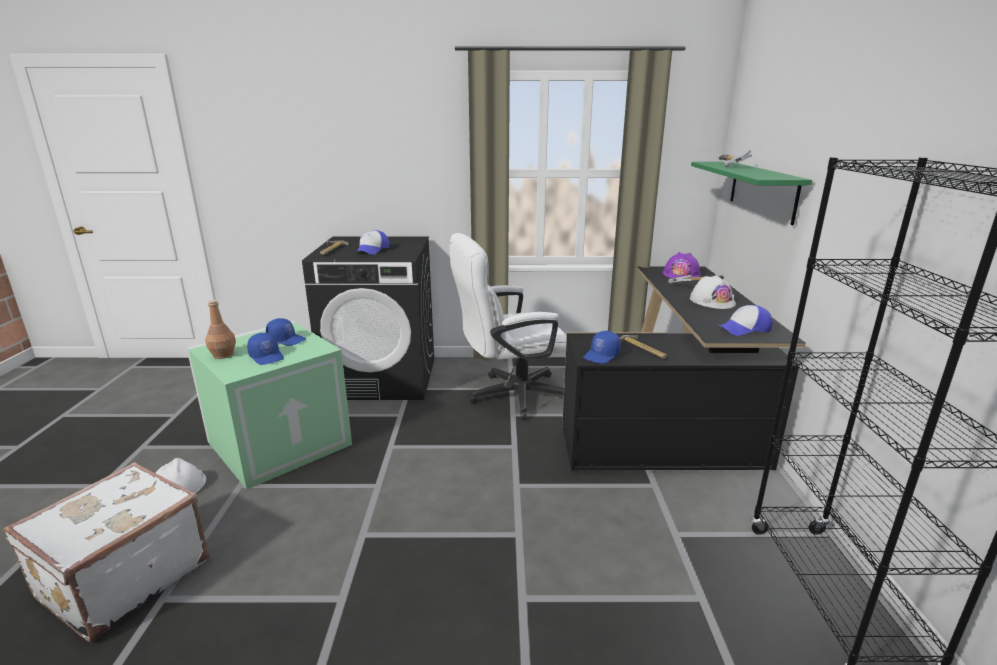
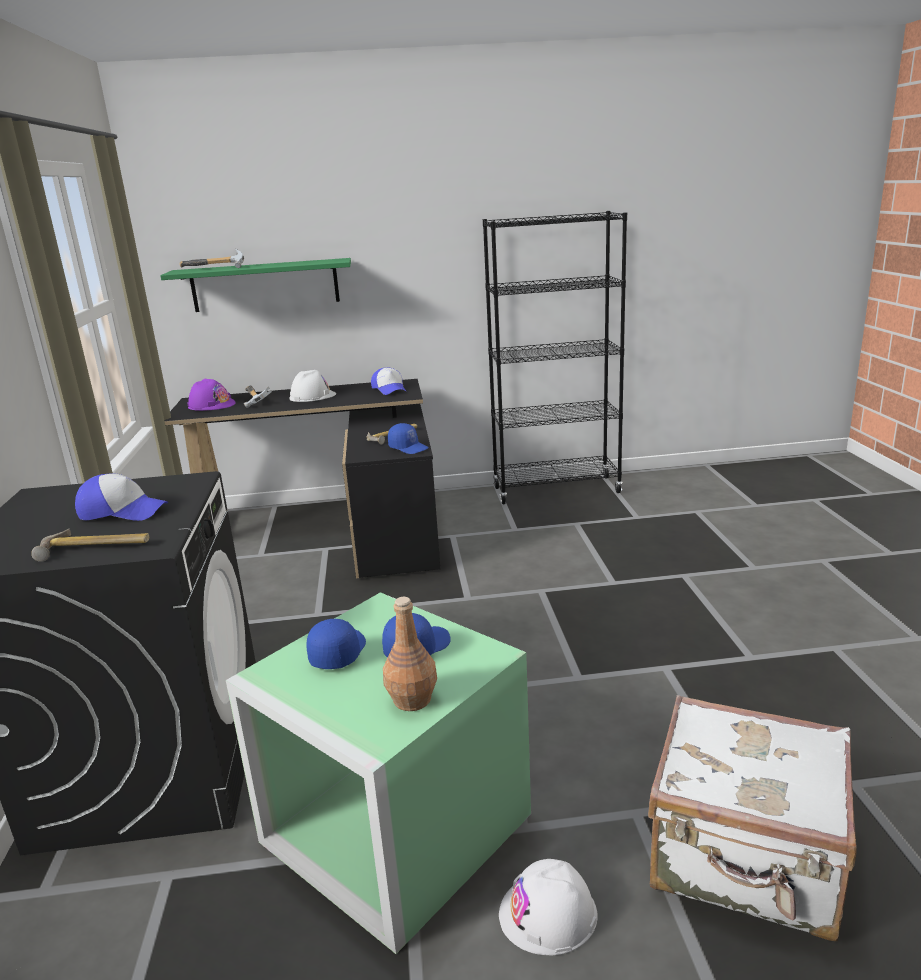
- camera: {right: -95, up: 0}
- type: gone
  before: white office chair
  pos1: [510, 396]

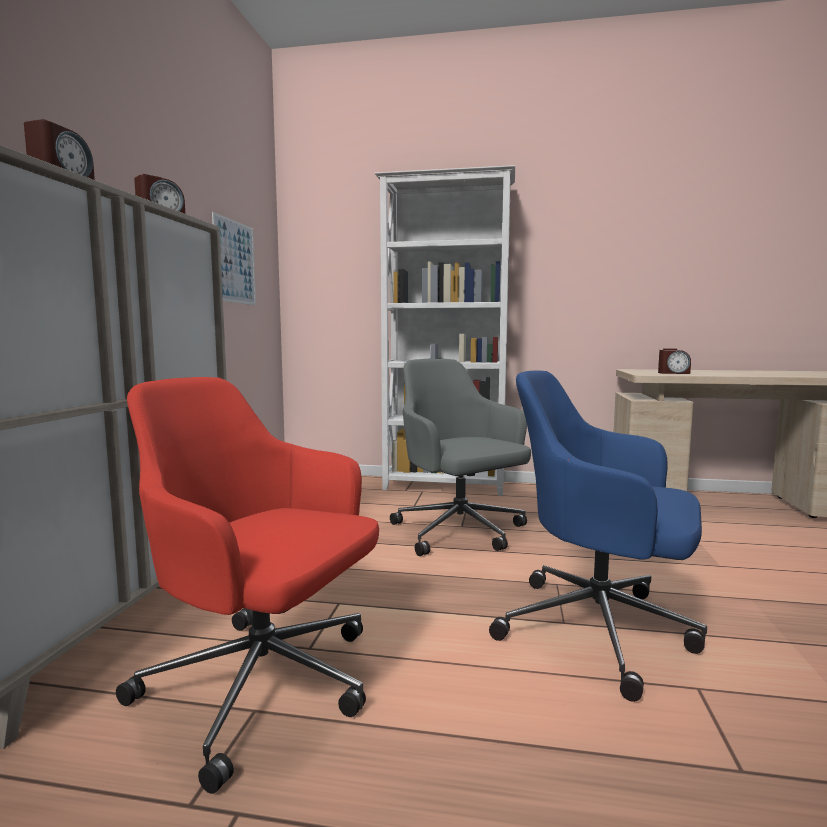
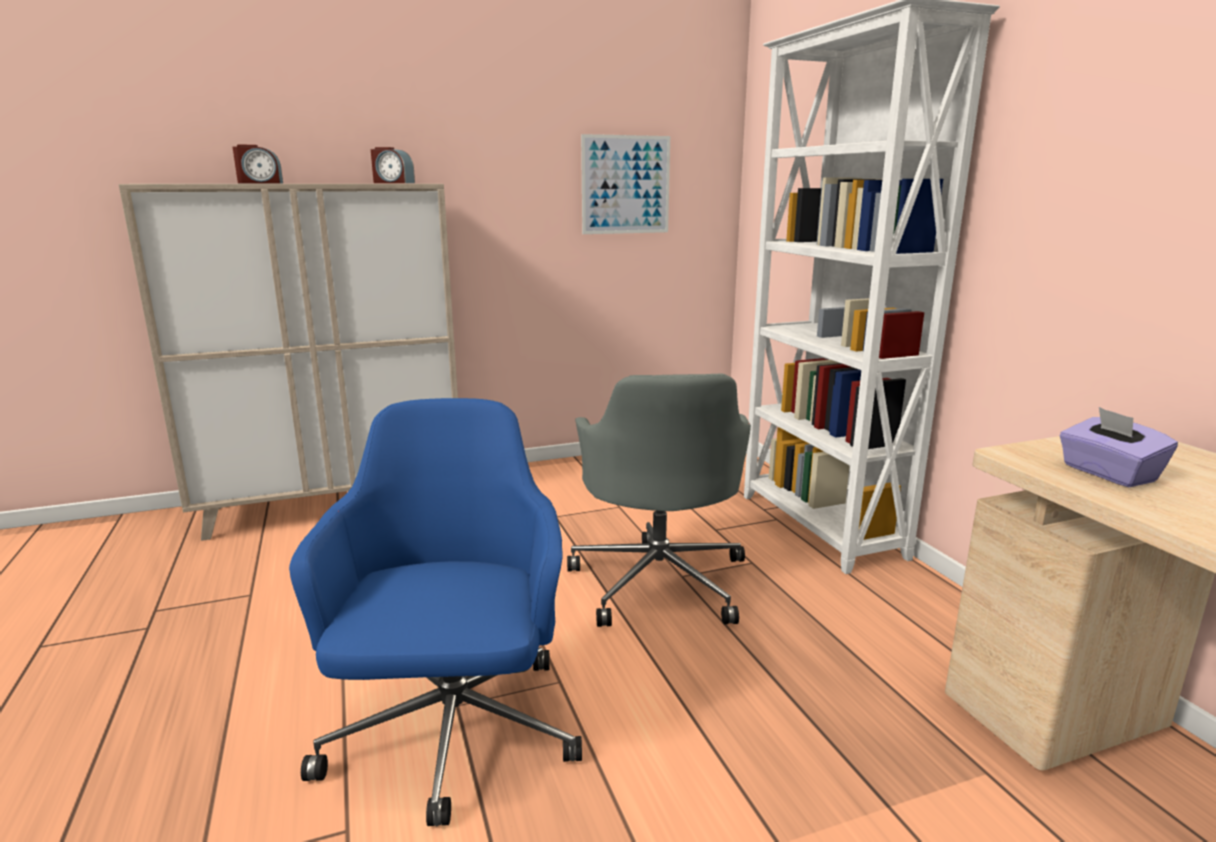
- camera: {right: 60, up: 10}
- type: swapped
  before: alarm clock
  after: purple tissue box
  pos1: [673, 373]
  pos2: [1107, 474]
- type: rotated
  before: grey office chair
  pos1: [460, 532]
  pos2: [659, 580]
  turn: 150
- type: gone
  before: red office chair
  pos1: [265, 686]

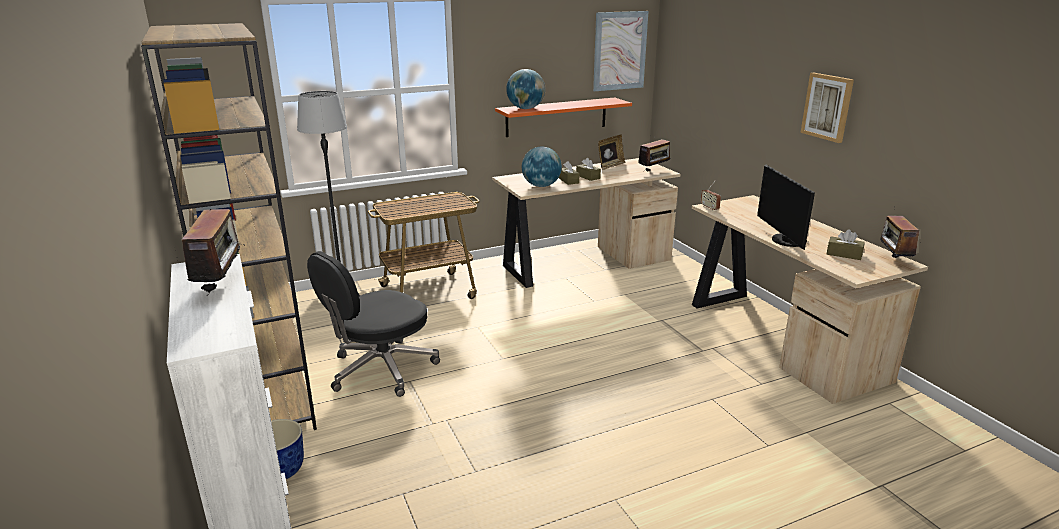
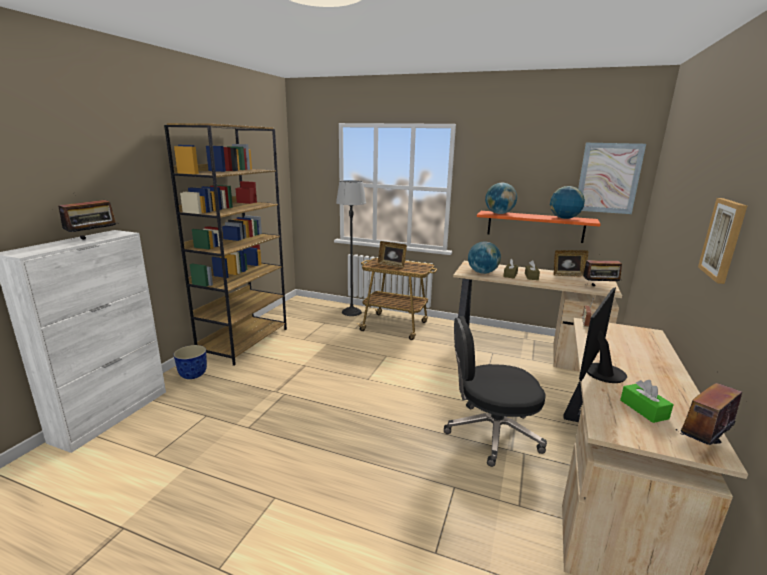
- camera: {right: 45, up: -5}
- type: repainted
  before: brown tissue box
  after: green tissue box
  pos1: [844, 254]
  pos2: [643, 409]
- type: shifted
  before: black office chair
  pos1: [380, 369]
  pos2: [491, 433]
- type: new
  after: globe
  pos2: [564, 218]
- type: new
  after: picture frame
  pos2: [392, 265]

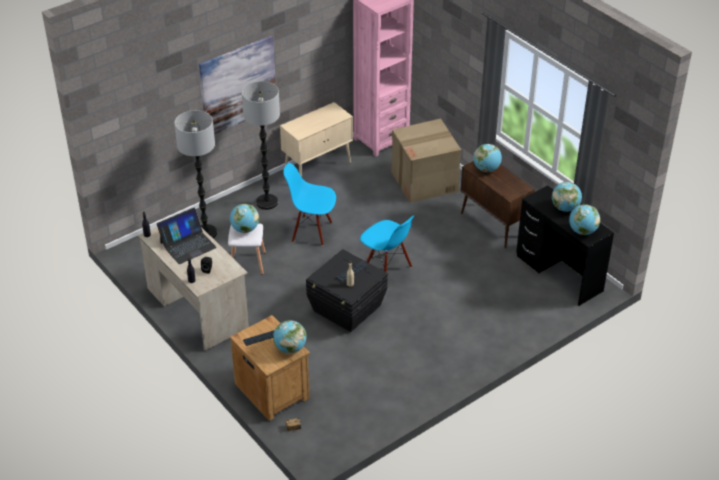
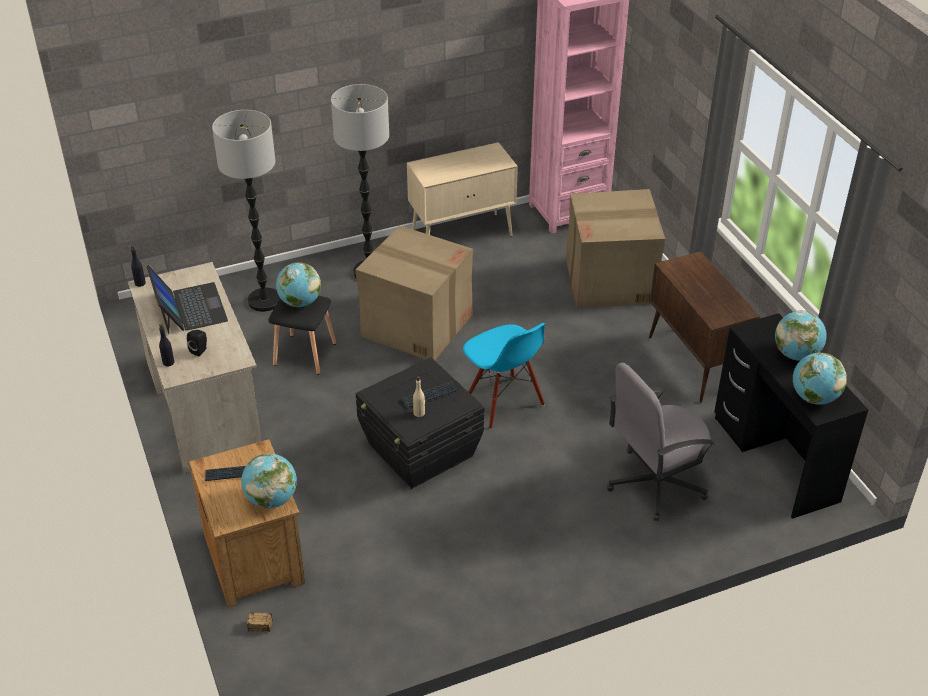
- camera: {right: 15, up: 0}
- type: gone
  before: picture
  pos1: [238, 85]
- type: gone
  before: globe
  pos1: [486, 169]
- type: swapped
  before: blue chair
  after: cardboard box
  pos1: [312, 231]
  pos2: [416, 324]
- type: rotated
  before: laptop
  pos1: [188, 245]
  pos2: [189, 308]
  turn: -90
- type: repainted
  before: white stool
  after: black stool
  pos1: [248, 263]
  pos2: [305, 355]
- type: new
  after: grey office chair
  pos2: [654, 483]

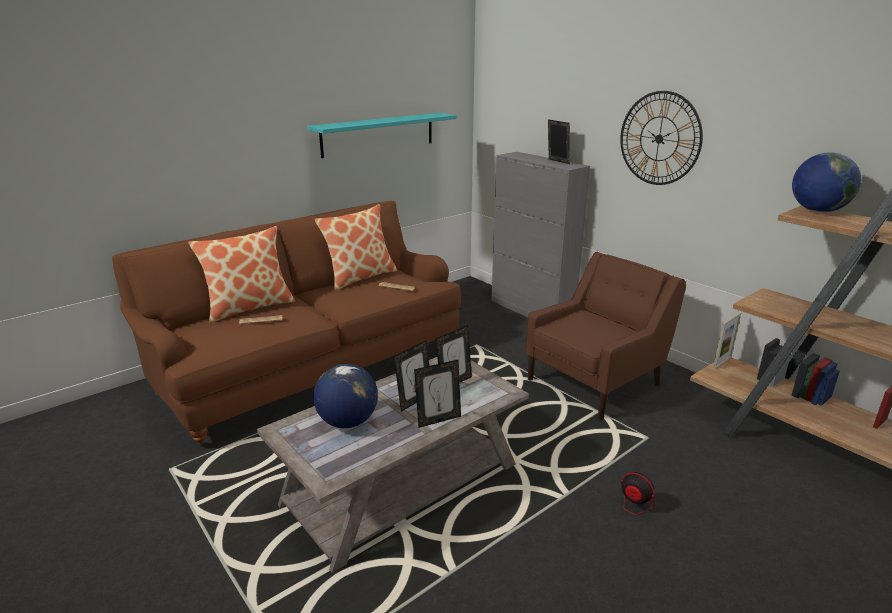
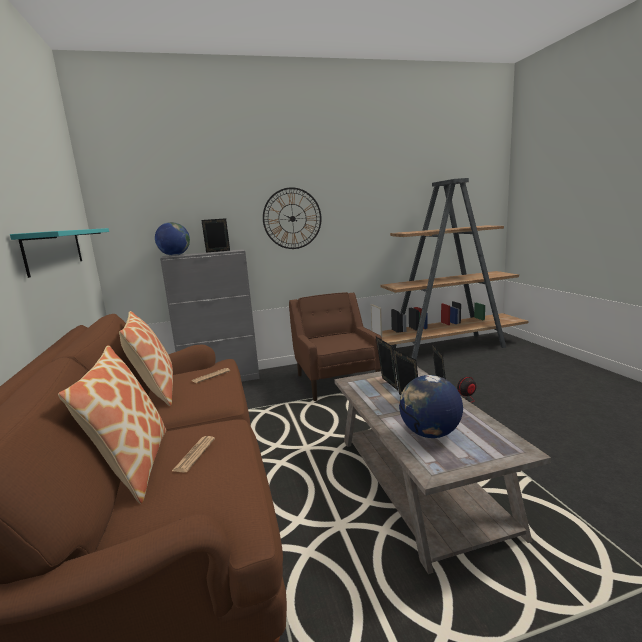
- camera: {right: -65, up: -10}
- type: shifted
  before: globe
  pos1: [818, 211]
  pos2: [175, 255]

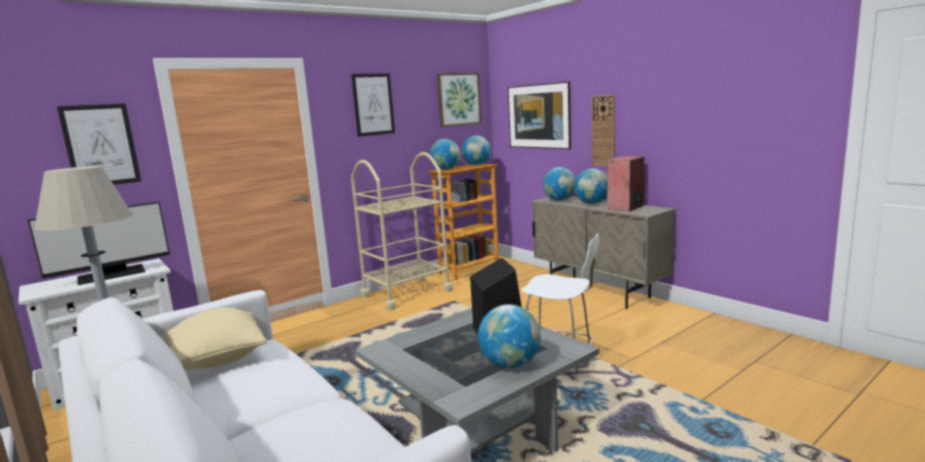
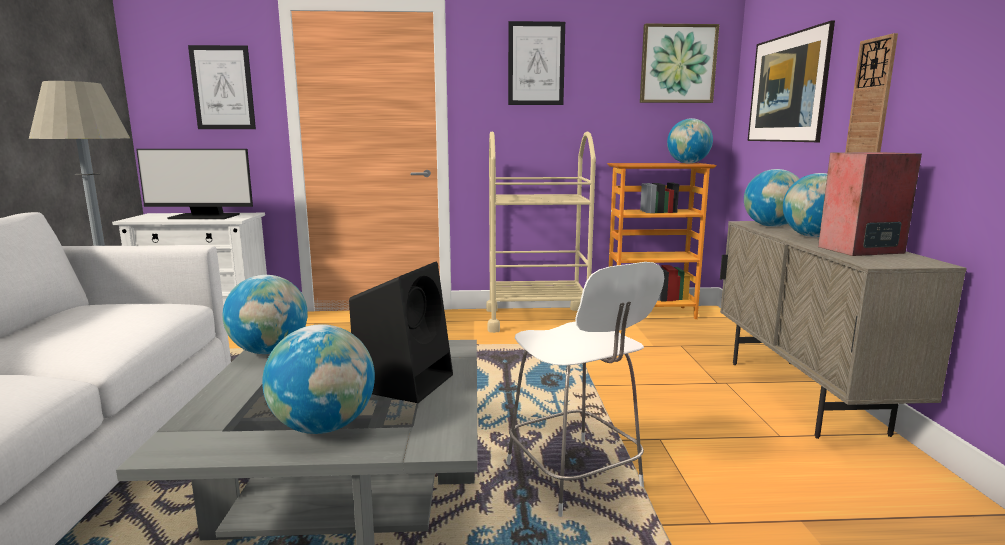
- camera: {right: 35, up: 0}
- type: shifted
  before: globe
  pos1: [446, 169]
  pos2: [270, 351]
- type: gone
  before: beige pillow
  pos1: [218, 360]

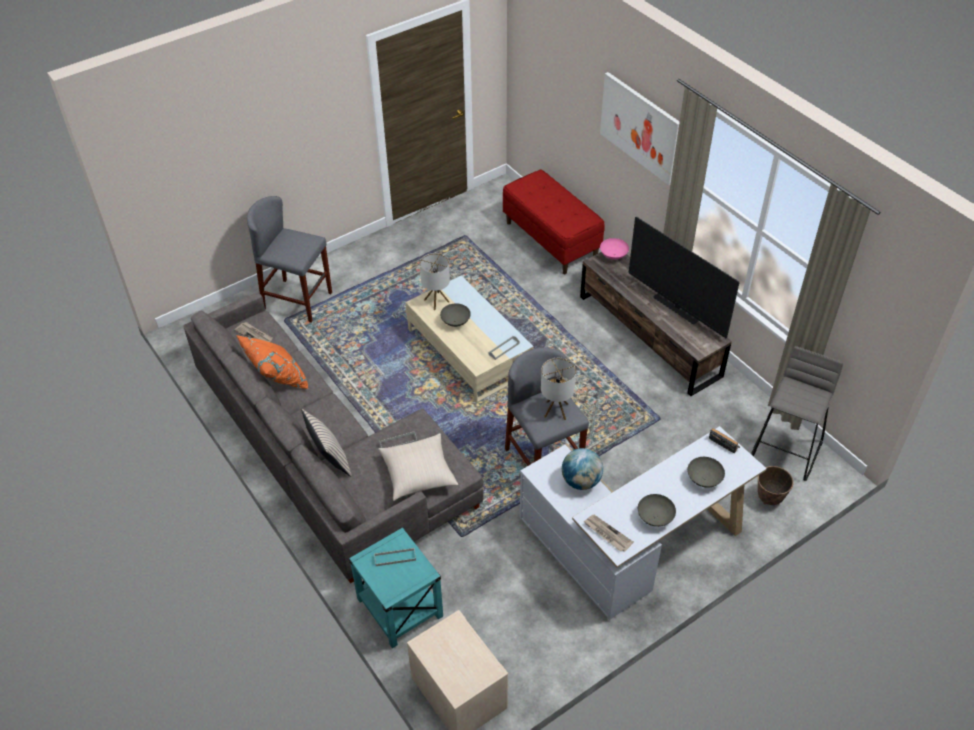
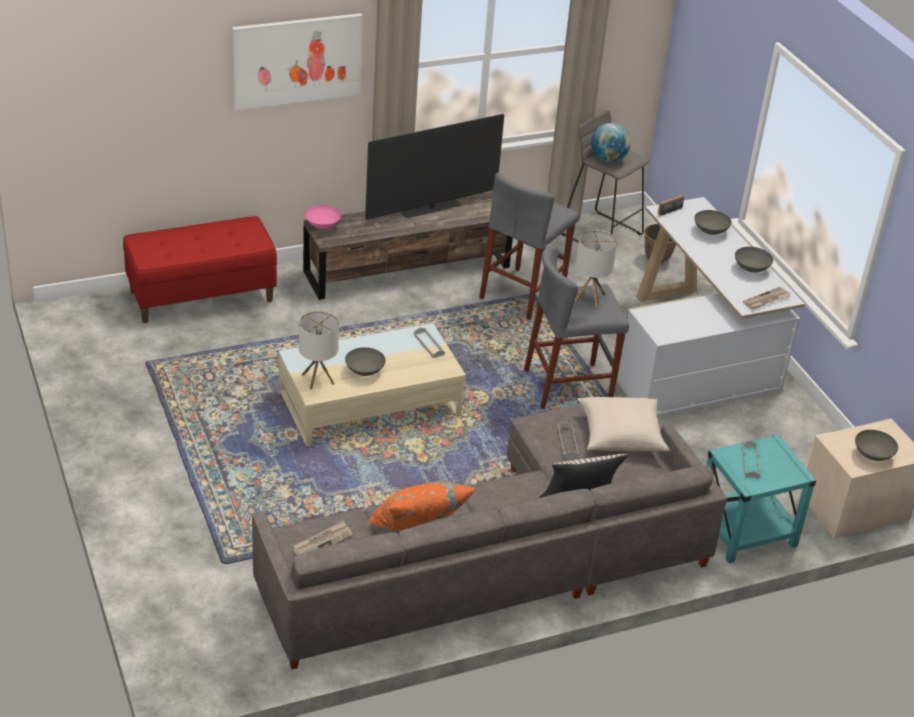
- camera: {right: -80, up: -10}
- type: shifted
  before: grey stool
  pos1: [297, 301]
  pos2: [522, 293]
- type: shifted
  before: globe
  pos1: [581, 481]
  pos2: [608, 160]
- type: new
  after: grey bowl
  pos2: [873, 455]

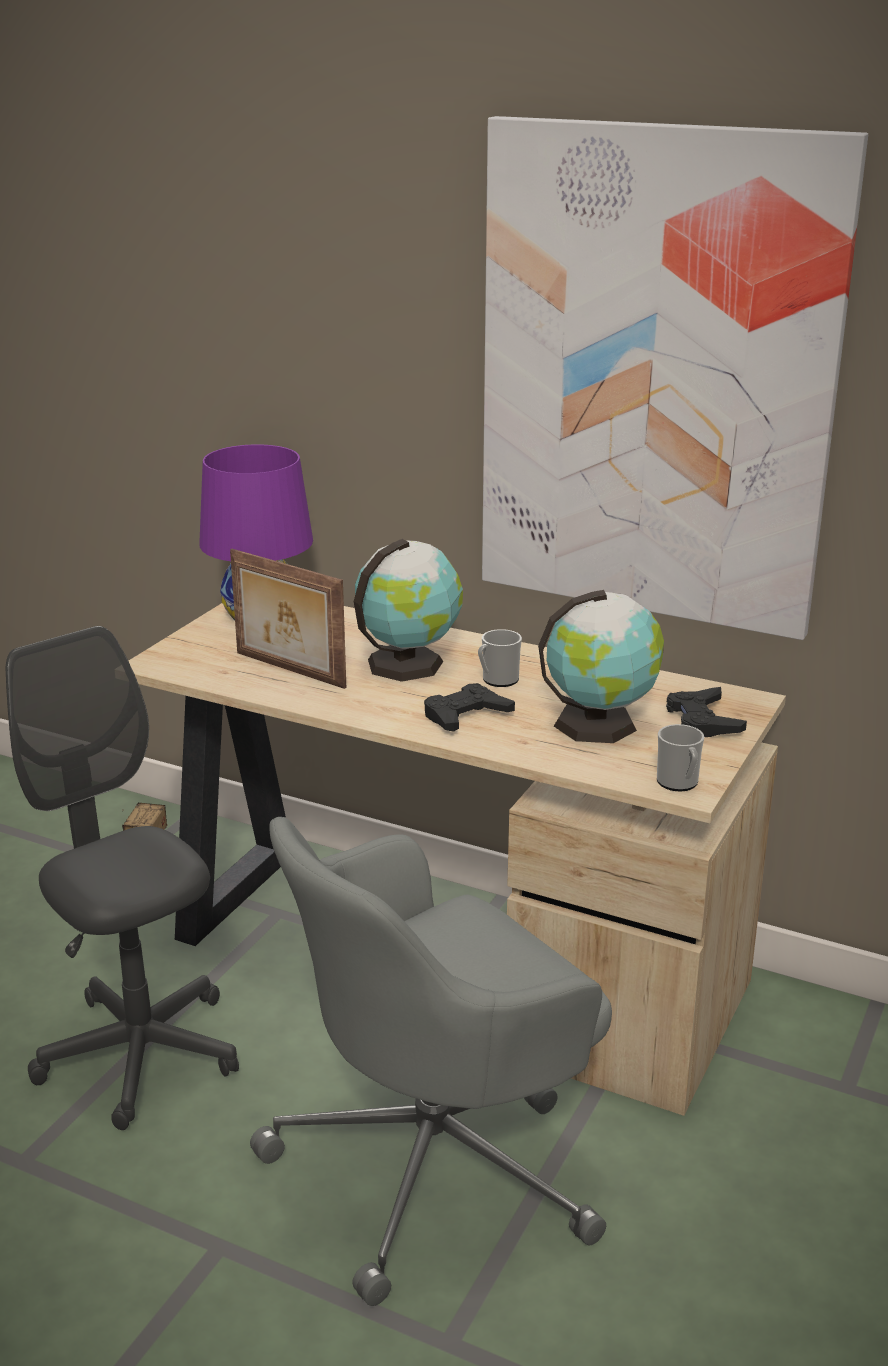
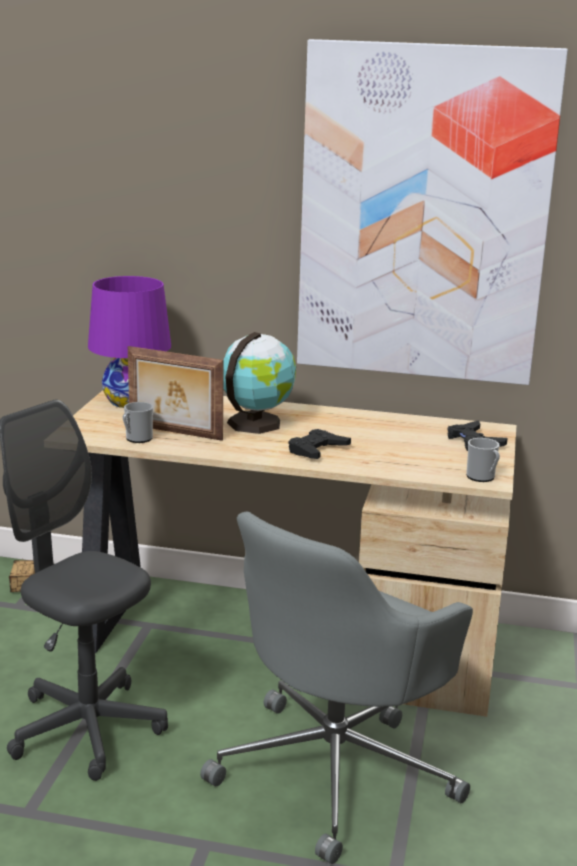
- camera: {right: -15, up: -5}
- type: gone
  before: globe
  pos1: [600, 723]
- type: shifted
  before: mug
  pos1: [497, 680]
  pos2: [137, 439]

